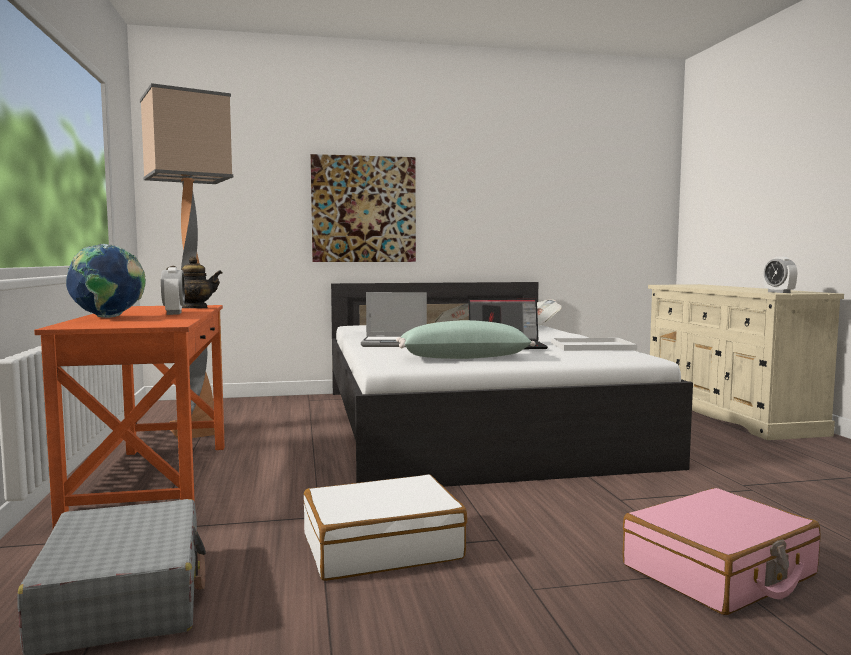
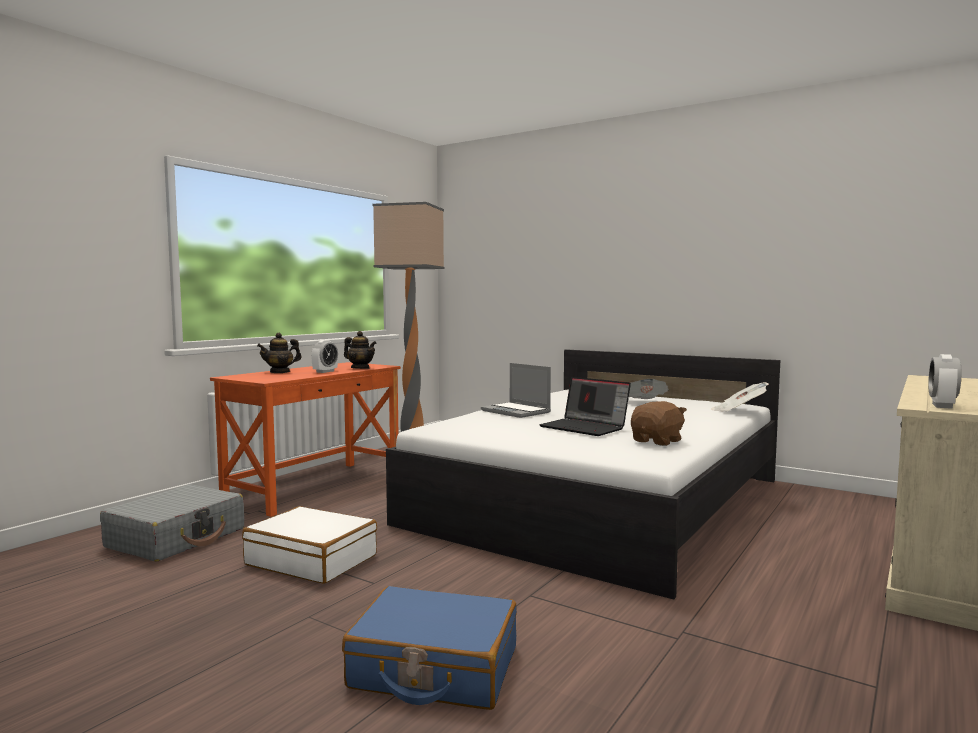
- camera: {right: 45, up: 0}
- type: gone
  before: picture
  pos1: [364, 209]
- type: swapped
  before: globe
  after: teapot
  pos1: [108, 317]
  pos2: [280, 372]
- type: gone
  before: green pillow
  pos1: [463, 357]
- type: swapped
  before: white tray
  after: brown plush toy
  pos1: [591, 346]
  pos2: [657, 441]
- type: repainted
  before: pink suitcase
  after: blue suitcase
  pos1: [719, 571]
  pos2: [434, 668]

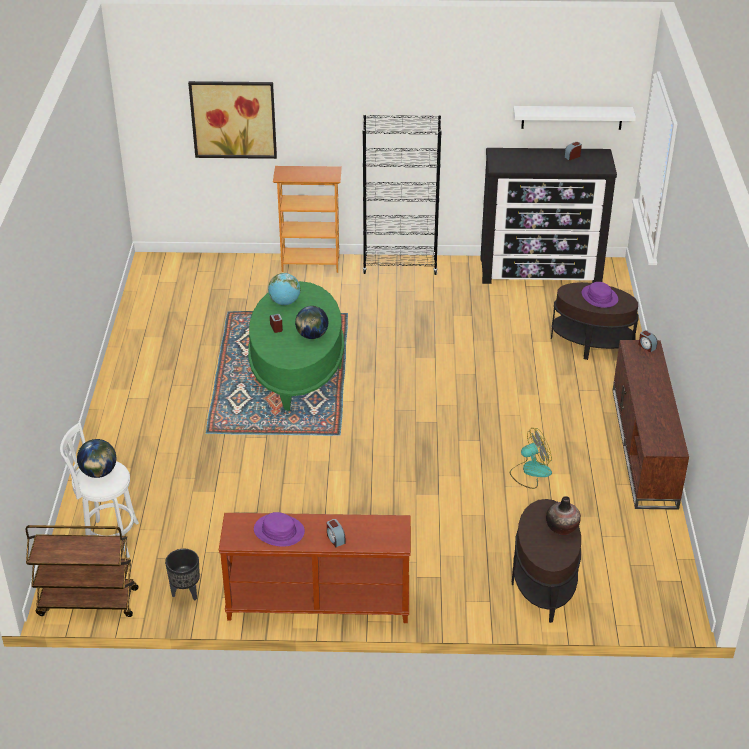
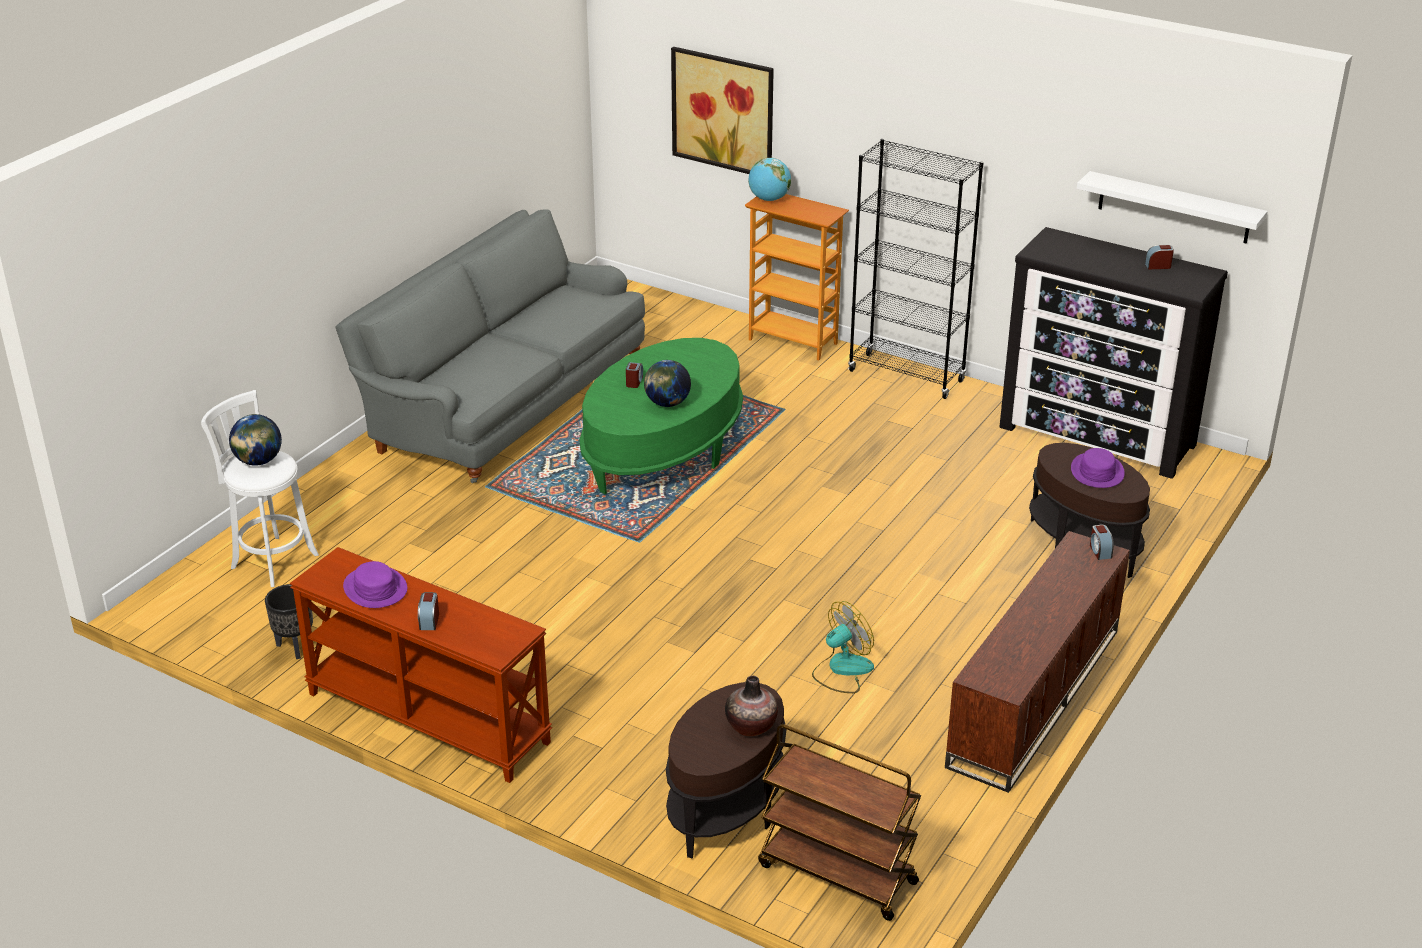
- camera: {right: 30, up: -5}
- type: shifted
  before: globe
  pos1: [285, 302]
  pos2: [769, 199]
- type: rotated
  before: fan
  pos1: [530, 472]
  pos2: [842, 670]
  turn: -45
- type: shifted
  before: brown cart
  pos1: [87, 602]
  pos2: [836, 874]
- type: new
  after: grey sofa
  pos2: [504, 401]

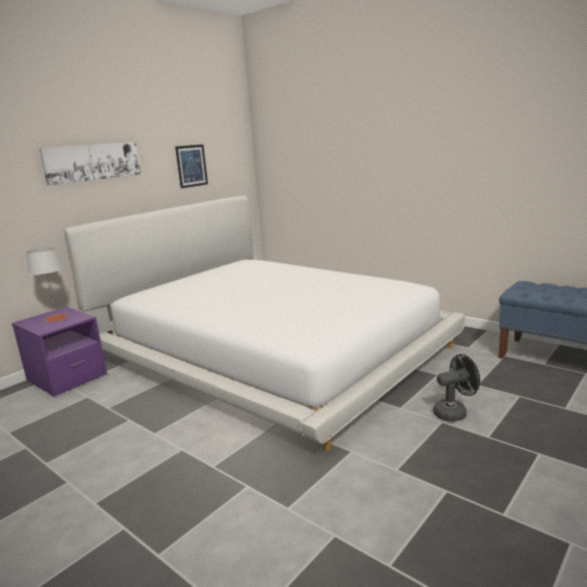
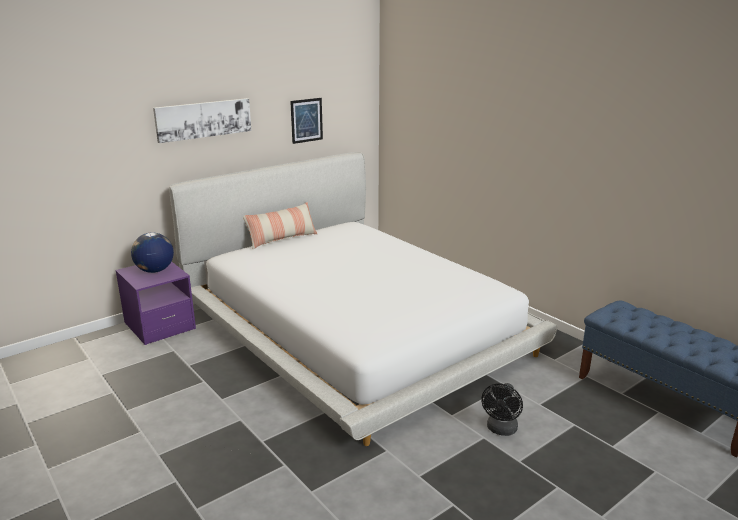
- camera: {right: 10, up: 5}
- type: swapped
  before: grey table lamp
  after: globe
  pos1: [56, 318]
  pos2: [154, 271]
- type: rotated
  before: black fan
  pos1: [454, 412]
  pos2: [501, 430]
  turn: 120
- type: new
  after: pillow
  pos2: [282, 239]

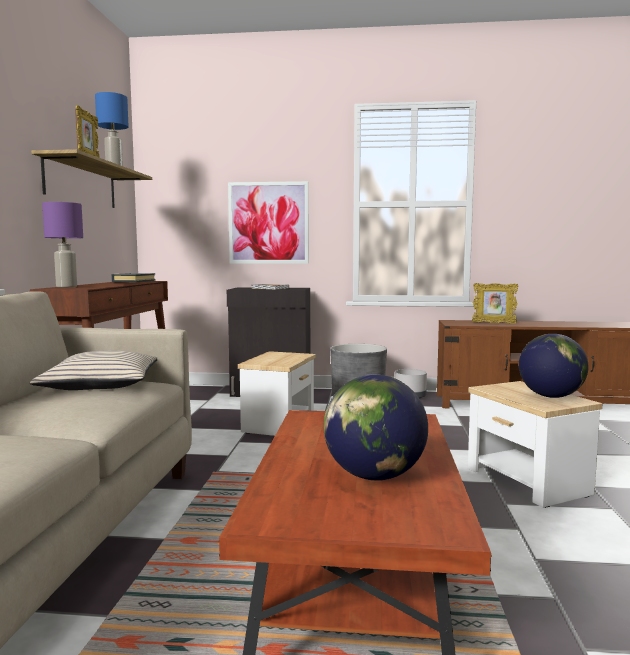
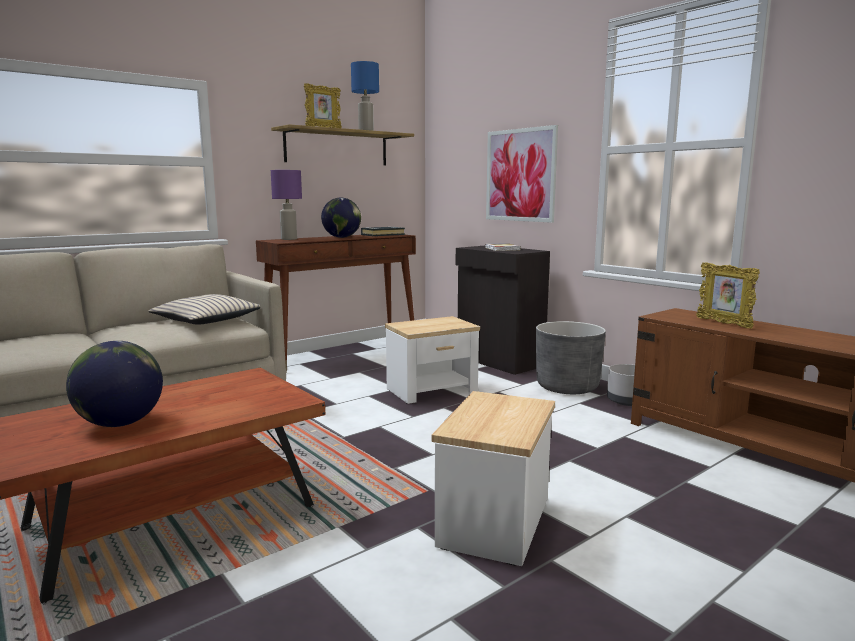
- camera: {right: 45, up: 5}
- type: shifted
  before: globe
  pos1: [551, 396]
  pos2: [341, 237]

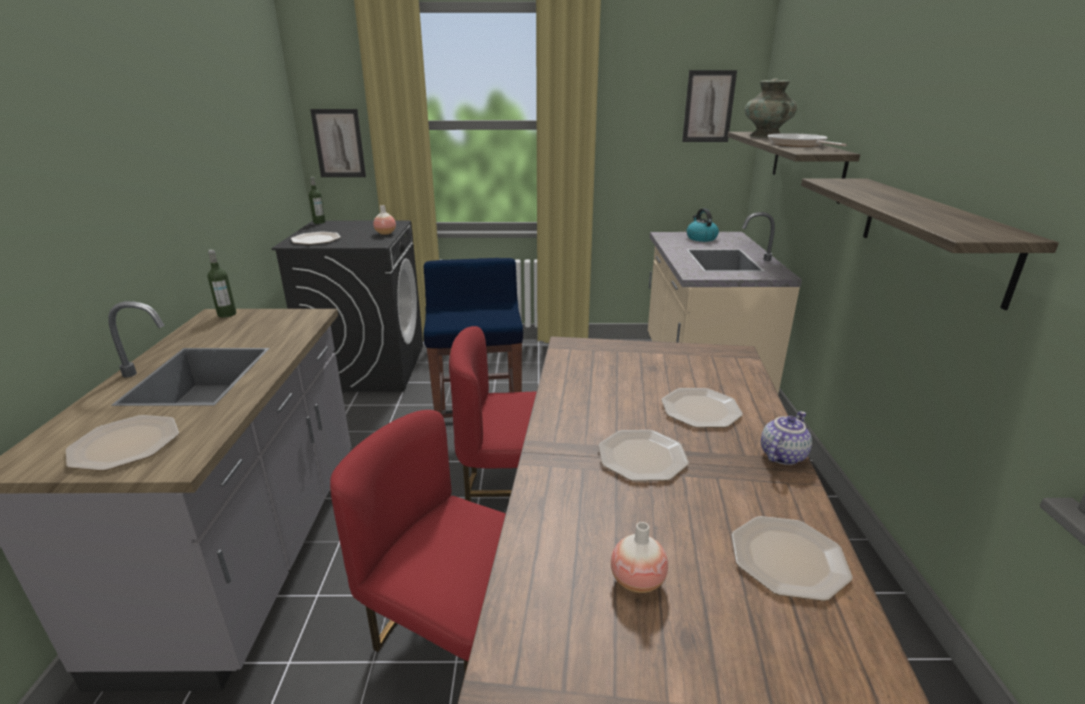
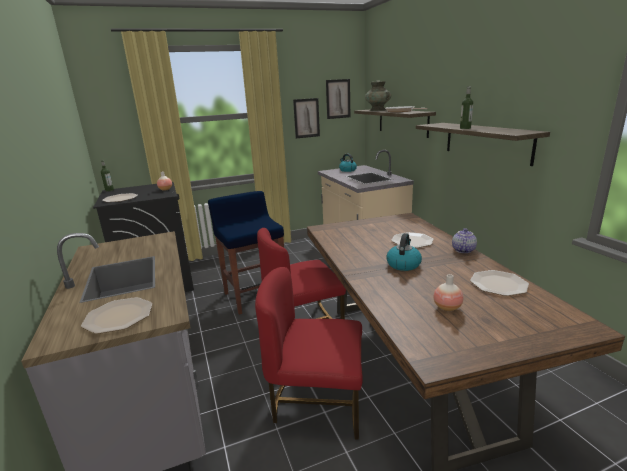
- camera: {right: -20, up: -5}
- type: shifted
  before: picture
  pos1: [339, 143]
  pos2: [306, 118]
- type: shifted
  before: bottle
  pos1: [227, 314]
  pos2: [465, 128]
- type: swapped
  before: plate
  after: kettle
  pos1: [641, 457]
  pos2: [403, 264]

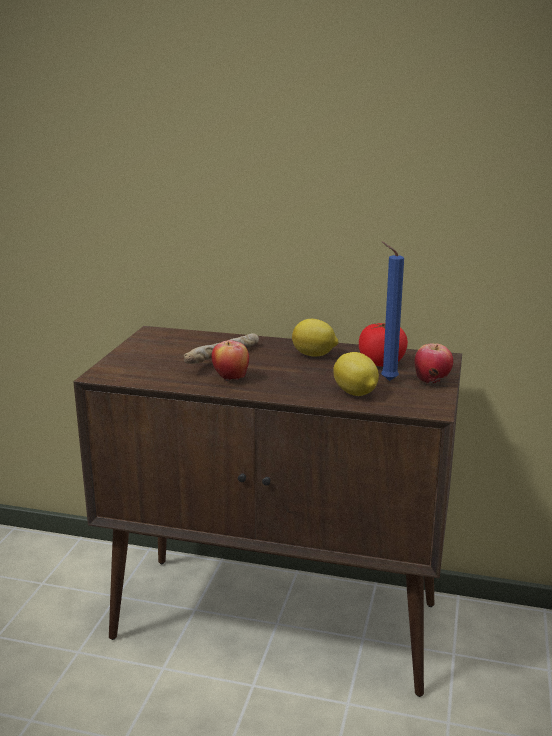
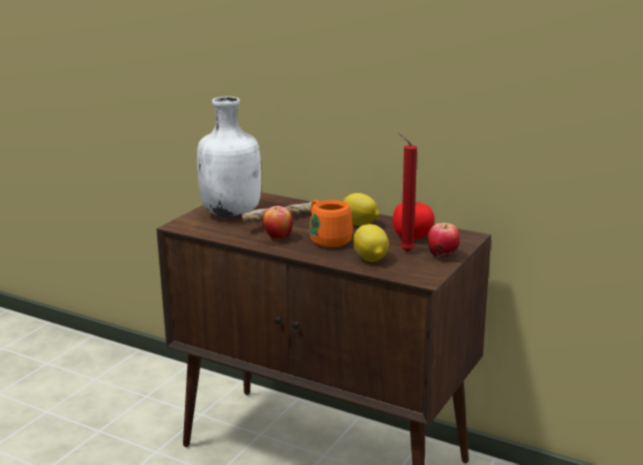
- camera: {right: 15, up: 0}
- type: repainted
  before: blue candle
  after: red candle
  pos1: [386, 380]
  pos2: [404, 251]
- type: new
  after: white bottle
  pos2: [232, 213]
- type: new
  after: orange mug
  pos2: [327, 239]

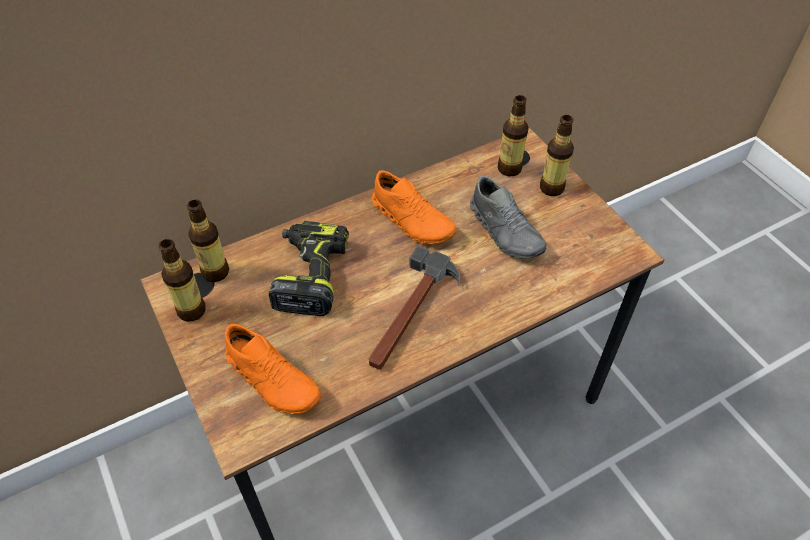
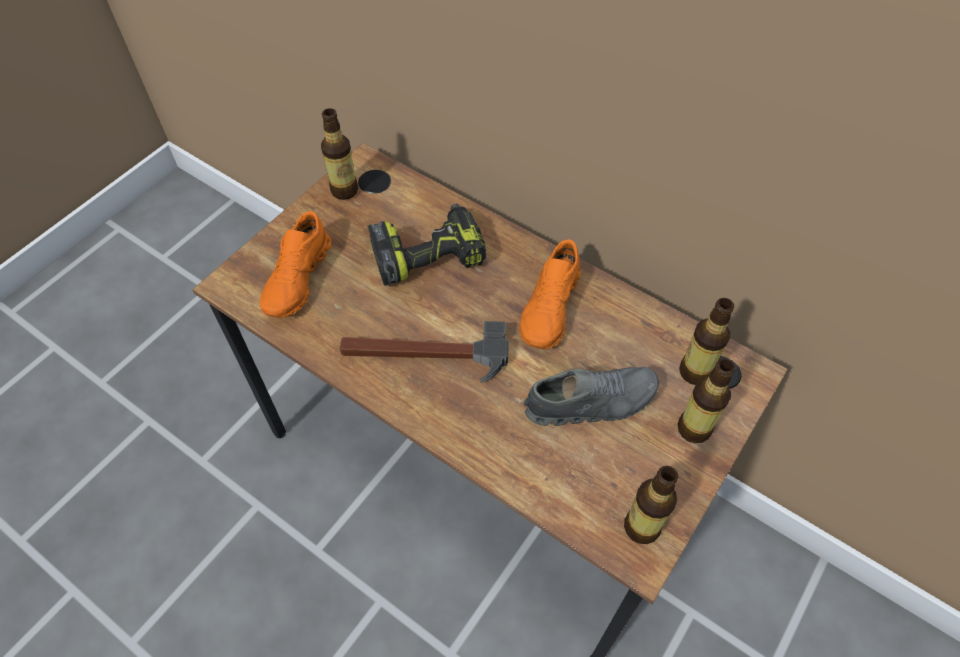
- camera: {right: 65, up: 5}
- type: rotated
  before: grey shoe
  pos1: [505, 231]
  pos2: [590, 402]
  turn: -135
- type: shifted
  before: bottle
  pos1: [215, 272]
  pos2: [641, 527]

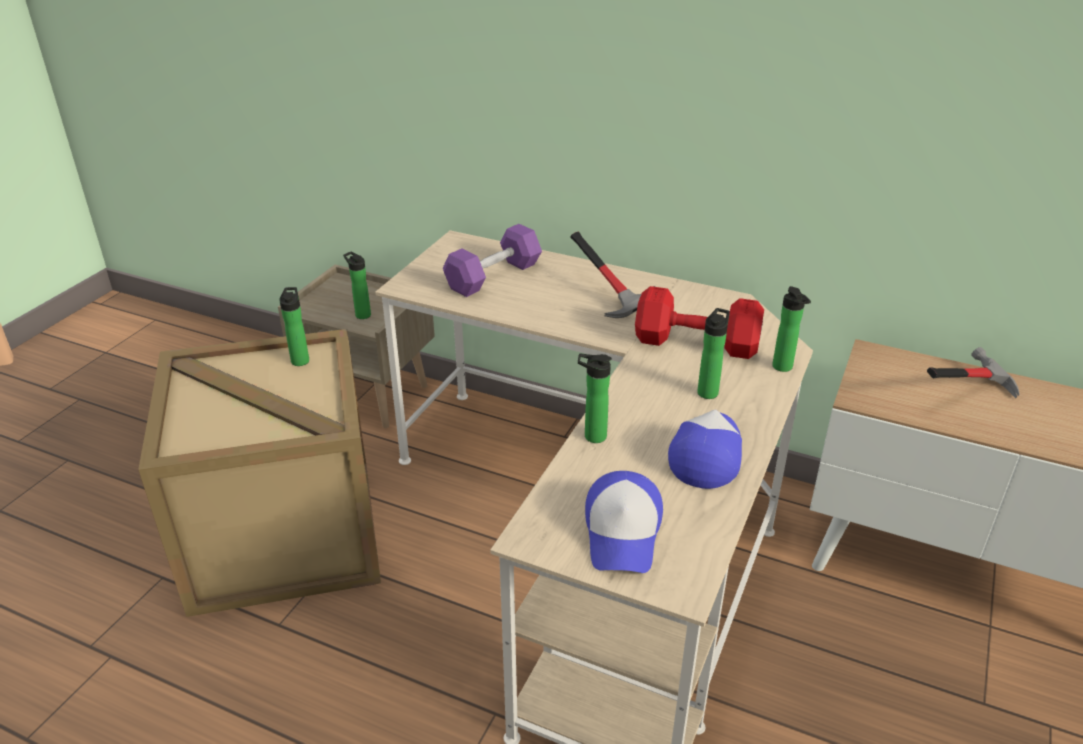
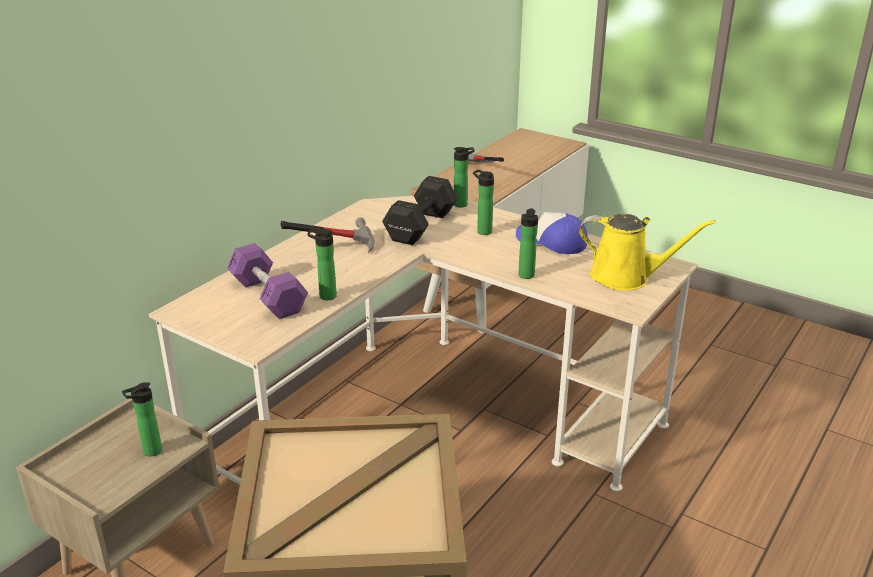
- camera: {right: -80, up: -5}
- type: repainted
  before: red dumbbell
  after: black dumbbell
  pos1: [693, 342]
  pos2: [419, 227]
- type: shifted
  before: bottle
  pos1: [300, 359]
  pos2: [325, 296]
- type: swapped
  before: cap
  after: yellow watering can
  pos1: [623, 532]
  pos2: [626, 277]

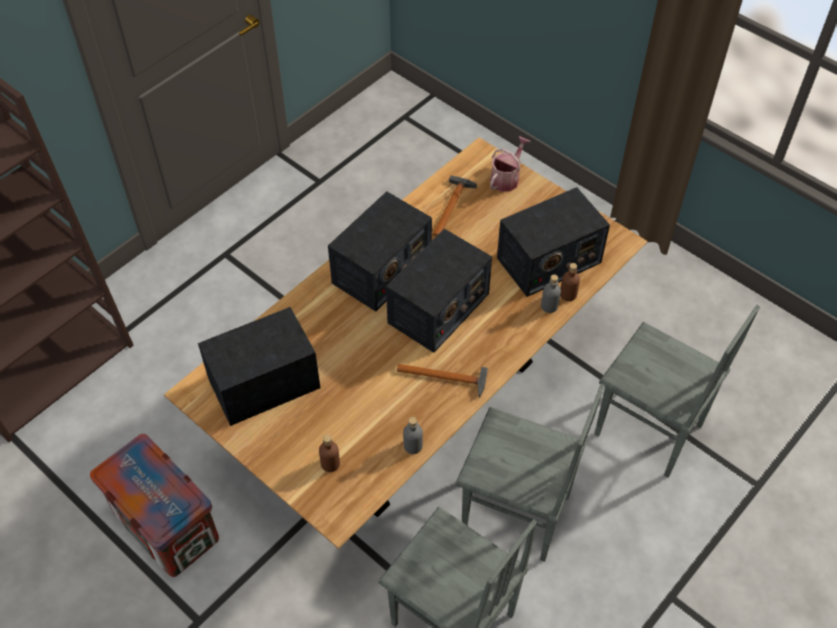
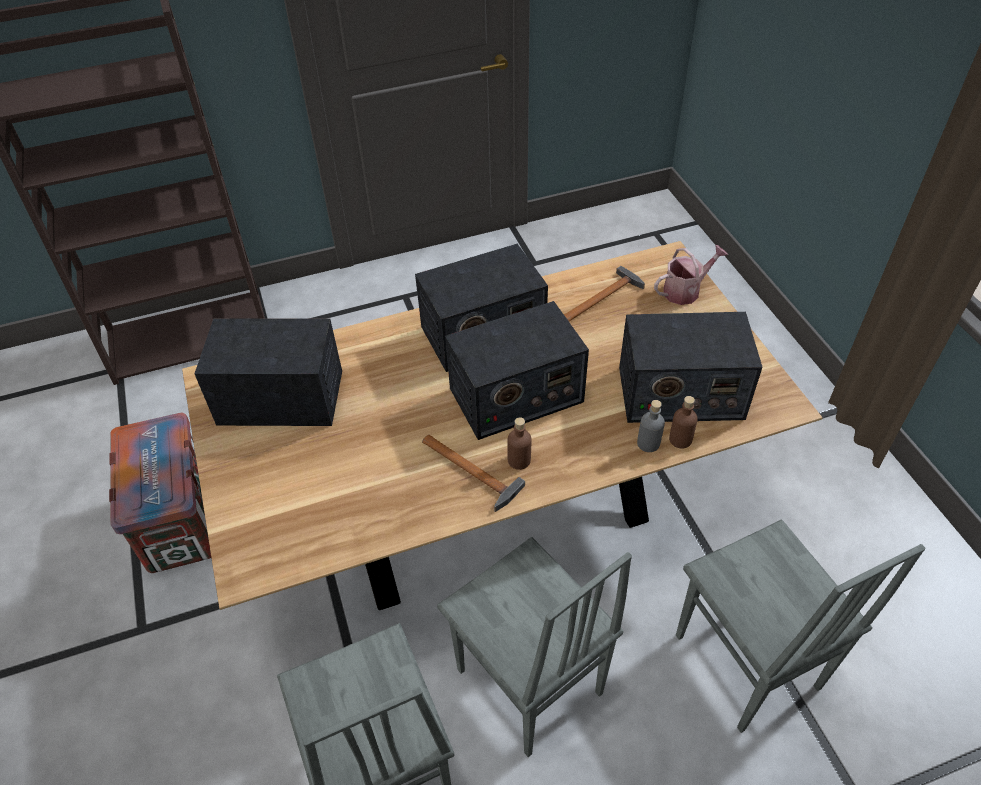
- camera: {right: 30, up: -5}
- type: gone
  before: grey bottle
  pos1: [413, 446]
- type: shifted
  before: brown bottle
  pos1: [330, 463]
  pos2: [519, 460]

